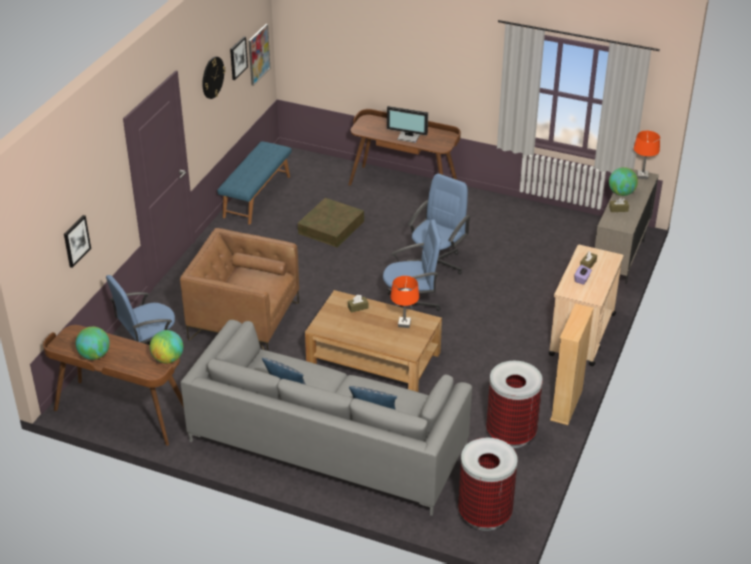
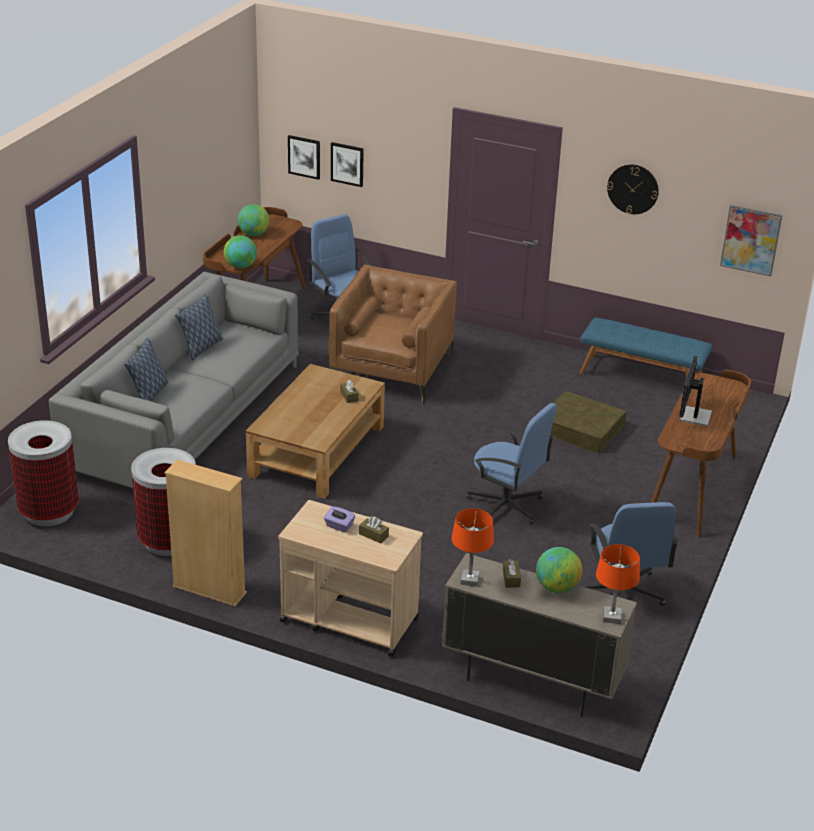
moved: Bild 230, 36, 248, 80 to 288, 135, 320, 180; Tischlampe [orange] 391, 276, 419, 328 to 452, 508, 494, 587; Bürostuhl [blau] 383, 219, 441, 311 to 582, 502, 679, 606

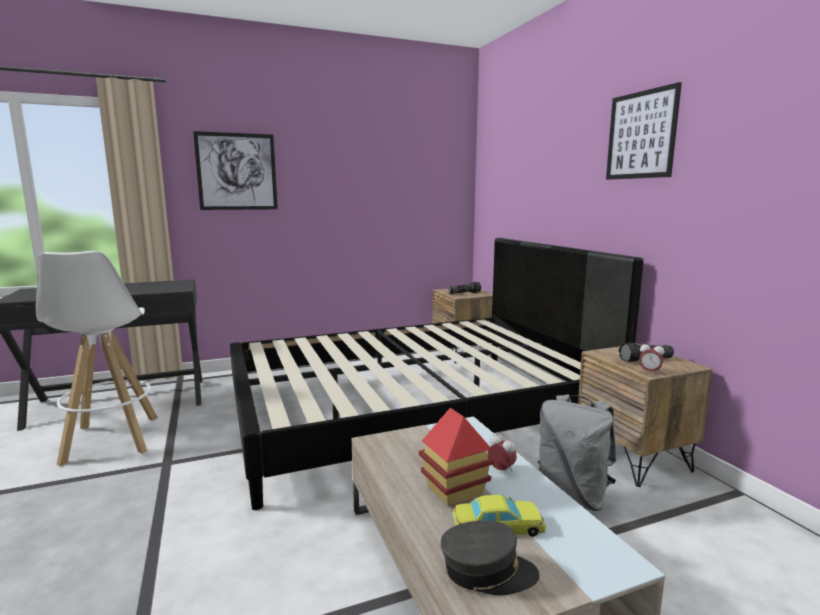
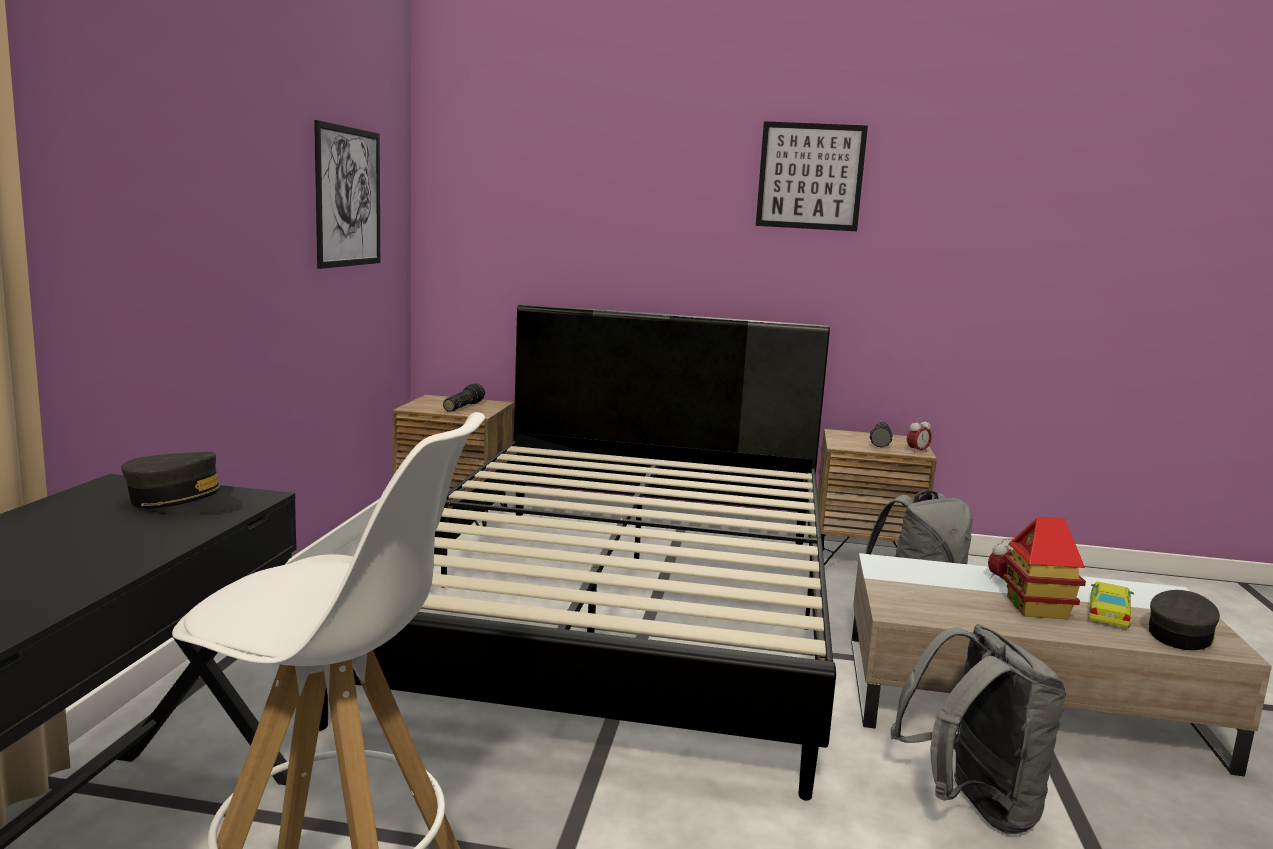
added: Kappe [grau] 121, 452, 243, 514; Rucksack [grau] 890, 624, 1066, 834
moved: Bild 193, 131, 278, 210 to 314, 120, 380, 269

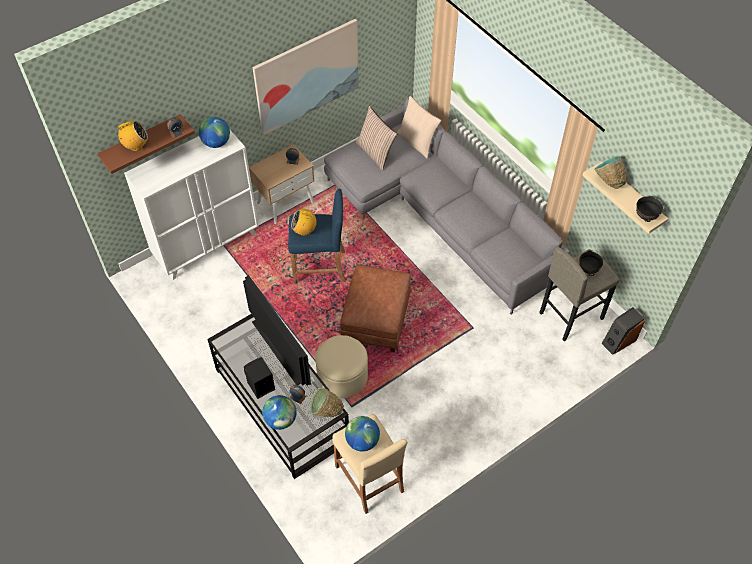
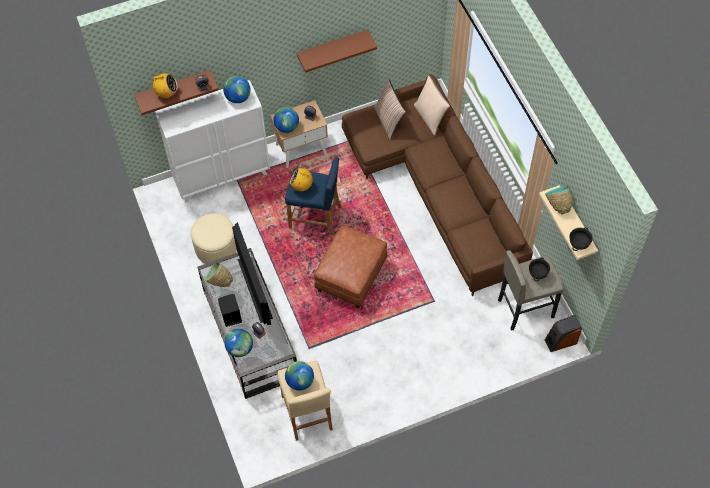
added: Globus 273, 107, 299, 133
moved: Polsterhocker [beige] 315, 335, 368, 398 to 191, 213, 237, 264; Schüssel [grün] 310, 388, 344, 417 to 205, 262, 233, 287
replaced: Bild 252, 19, 359, 135 to Wandregal [braun] 297, 30, 377, 73
recoloured: Sofa [grau] 324, 97, 570, 314 to Sofa [braun] 342, 74, 533, 296

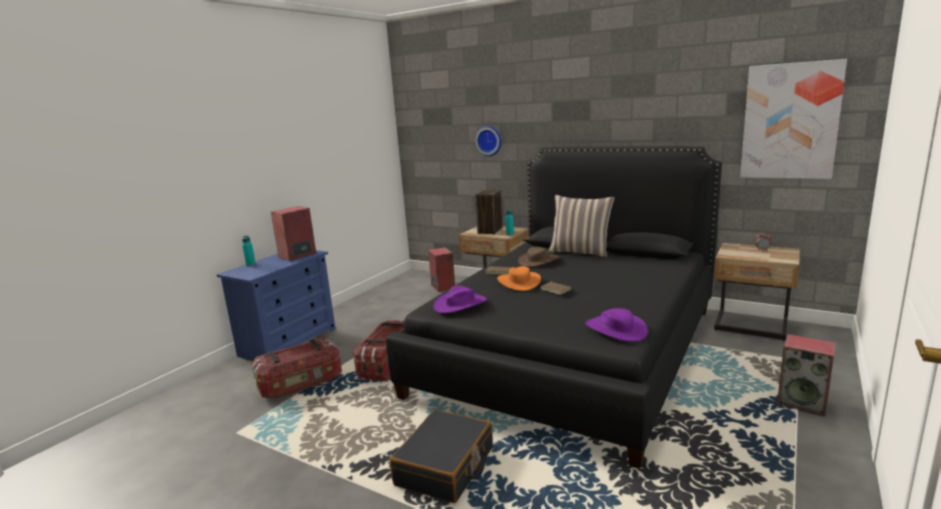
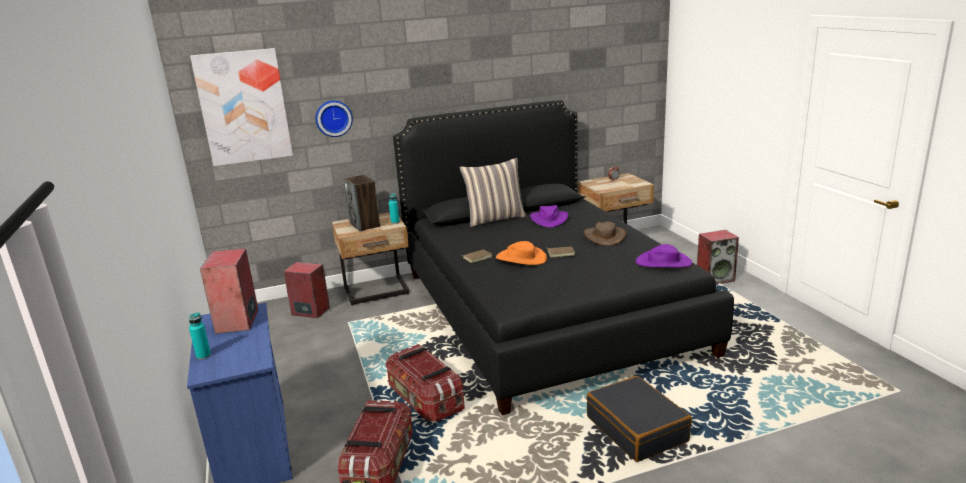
moved: Bild 740, 59, 847, 179 to 190, 48, 293, 166; Hut [lila] 433, 285, 487, 313 to 530, 205, 568, 227; Hut [braun] 518, 247, 560, 267 to 584, 222, 626, 246

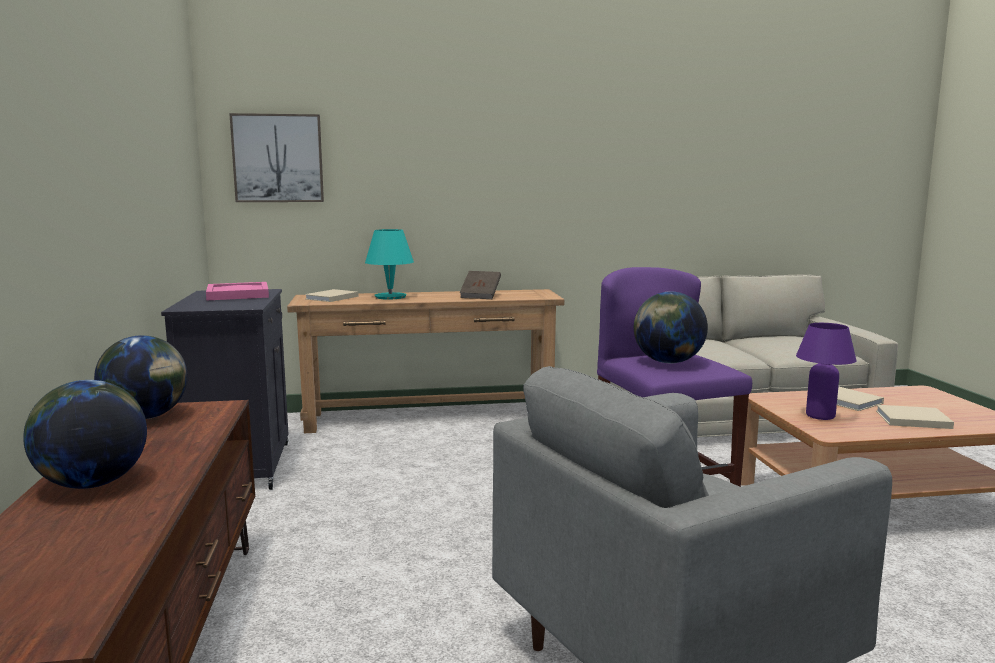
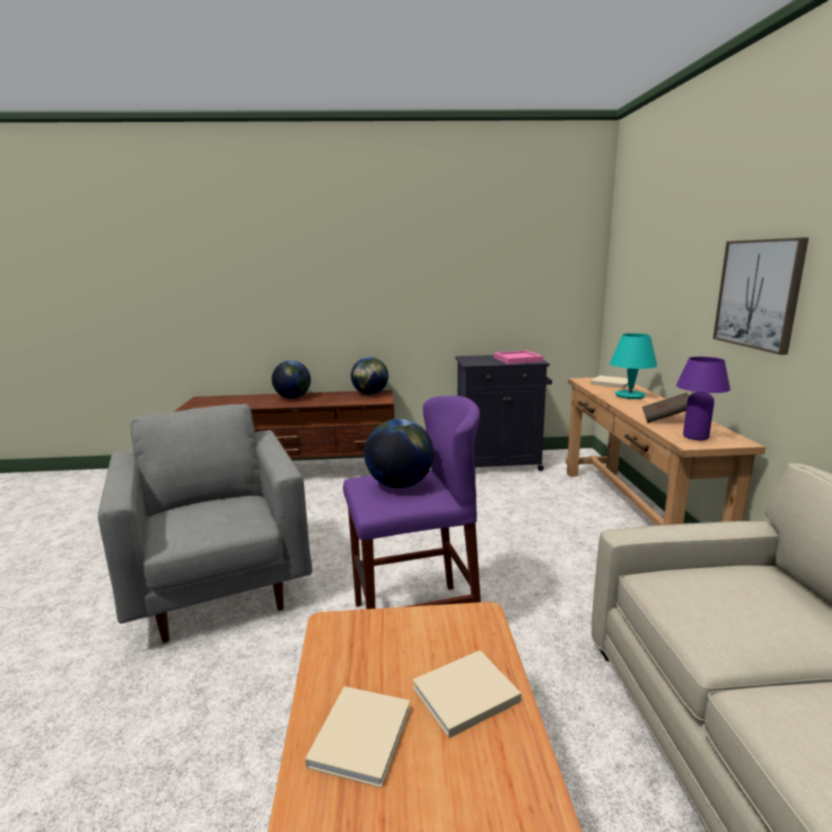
moved: Tischlampe [lila] 796, 323, 857, 420 to 676, 357, 730, 440; Bild 229, 113, 324, 202 to 713, 237, 809, 355

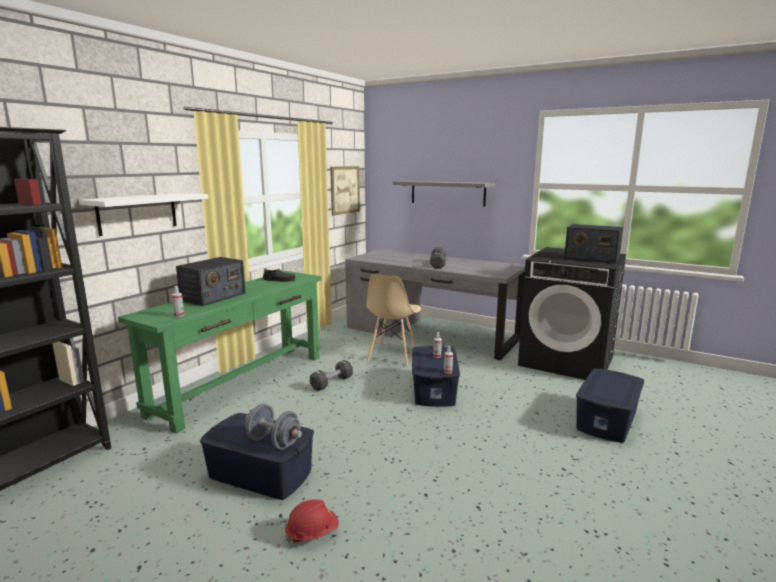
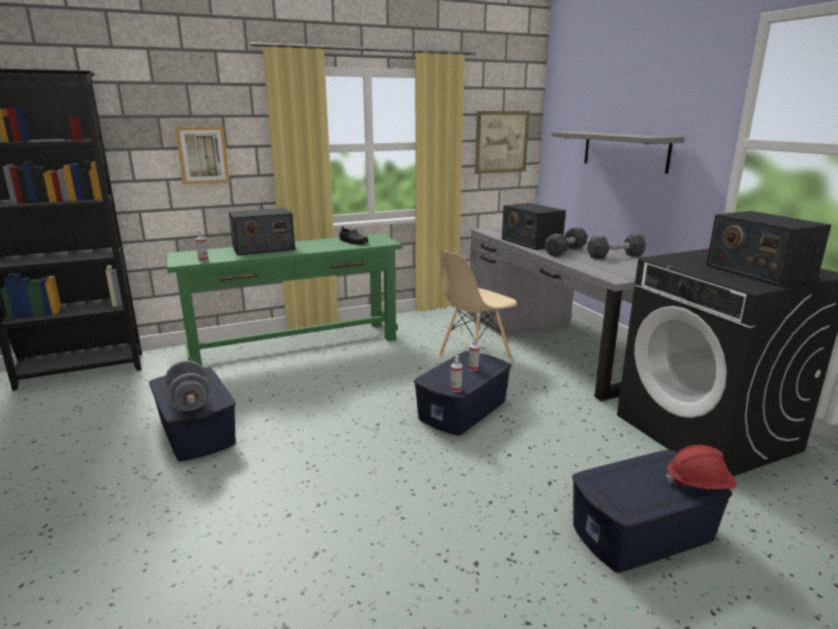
added: Radio 502, 203, 566, 250
moved: Hantel [schwarz] 310, 360, 353, 391 to 587, 234, 646, 259; Schutzhelm [rot] 285, 500, 339, 543 to 666, 445, 737, 489
replaced: Wandregal [weiß] 79, 193, 208, 236 to Bild 175, 126, 230, 184

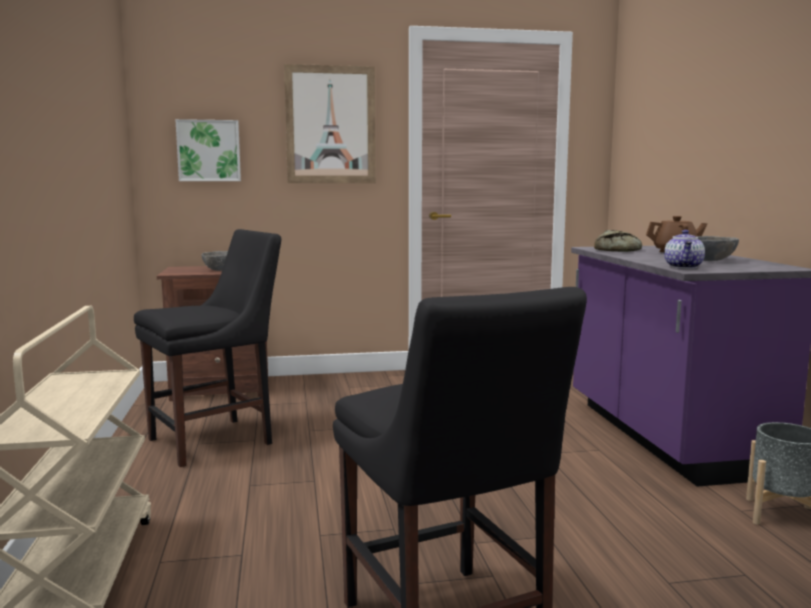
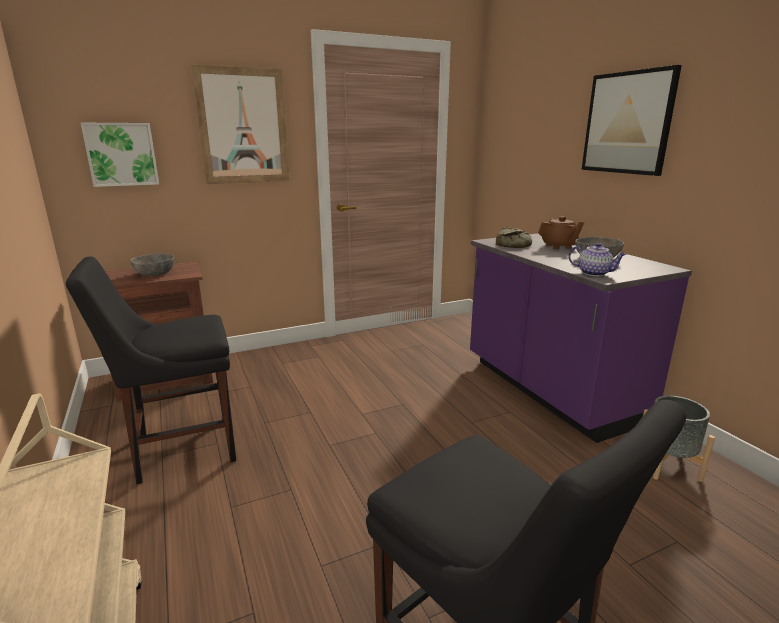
added: Bild 582, 65, 682, 176
turned: Stuhl [schwarz] 134, 229, 281, 467 = 66, 257, 237, 484 150 degrees counterclockwise; Teekanne 664, 230, 705, 269 = 569, 243, 627, 276 60 degrees counterclockwise

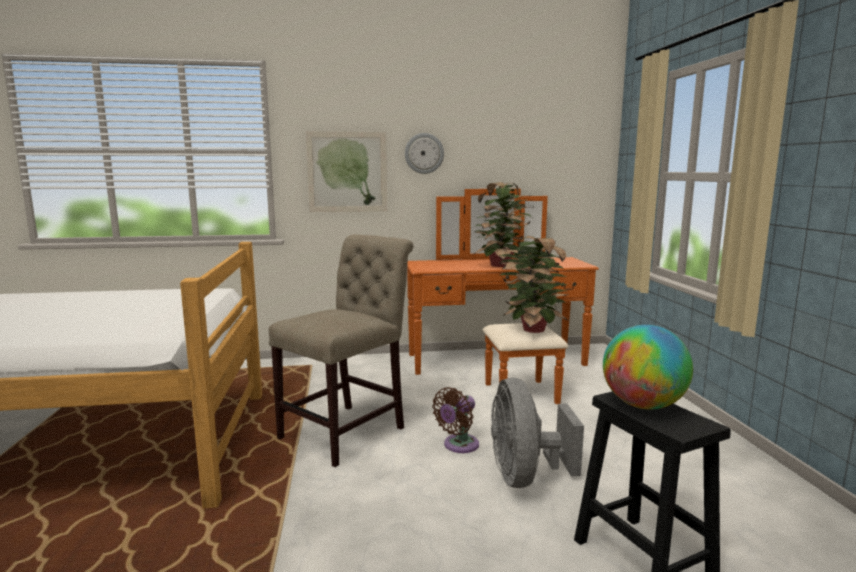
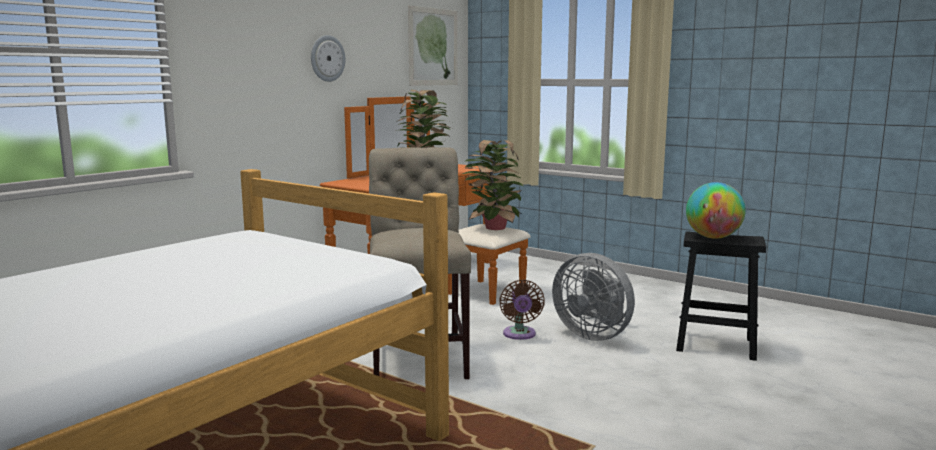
moved: Bild 306, 131, 387, 212 to 408, 5, 458, 86

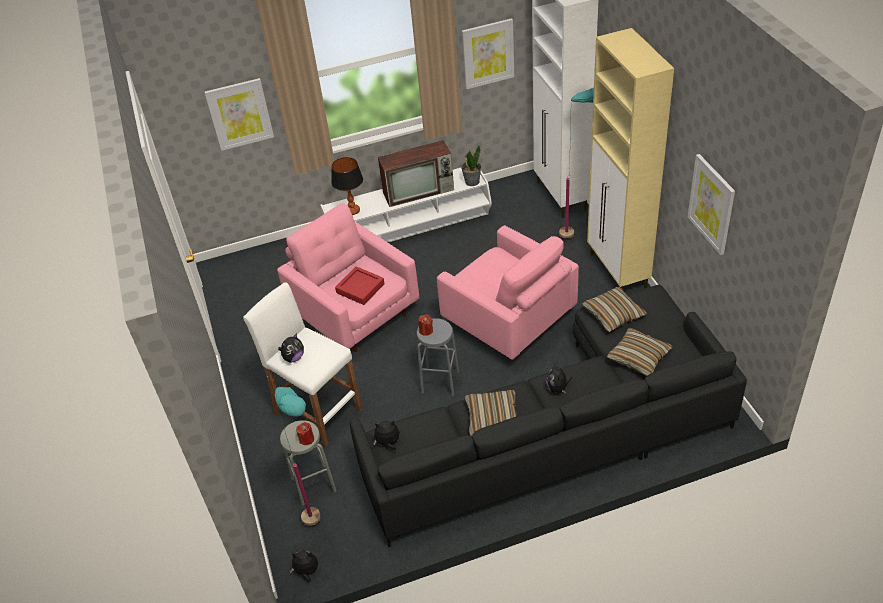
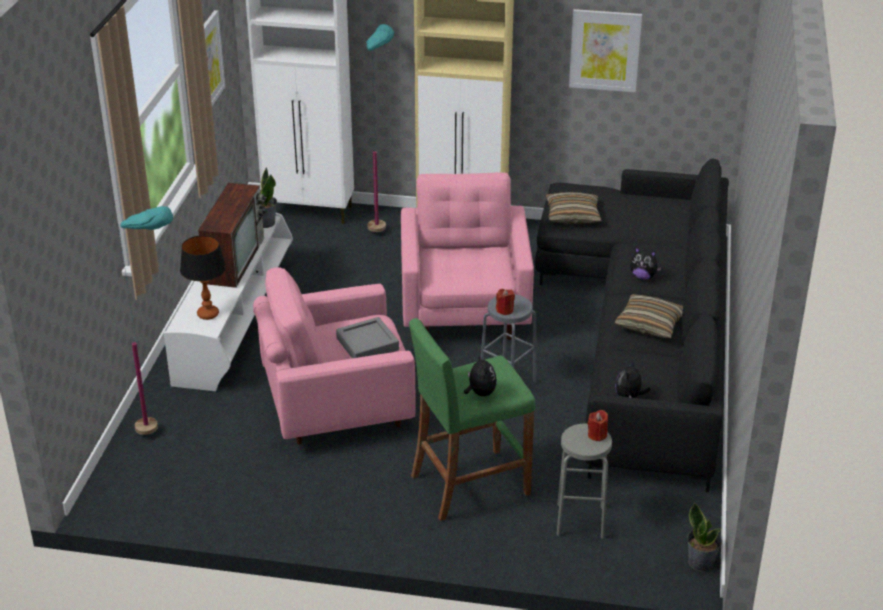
removed: Bild 204, 78, 274, 151; Kissen 607, 328, 673, 376
moved: Stehlampe [türkis] 271, 387, 321, 526 to 118, 206, 173, 435
replaced: Plüschtier 289, 550, 318, 582 to Topfpflanze 687, 503, 722, 572
recoloured: Tablett [rot] 335, 267, 385, 305 to Tablett [grau] 336, 317, 399, 358; Hocker [weiß] 243, 283, 362, 447 to Hocker [grün] 409, 318, 536, 521
turned: Sessel [rosa] 437, 225, 579, 360 = 401, 173, 534, 339 75 degrees counterclockwise

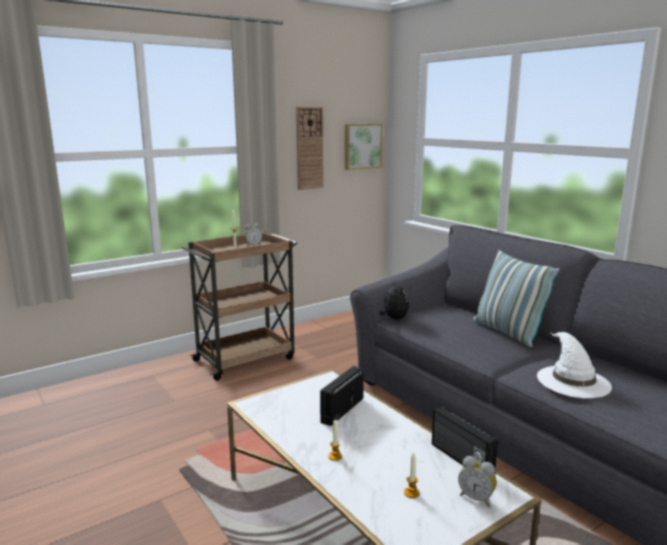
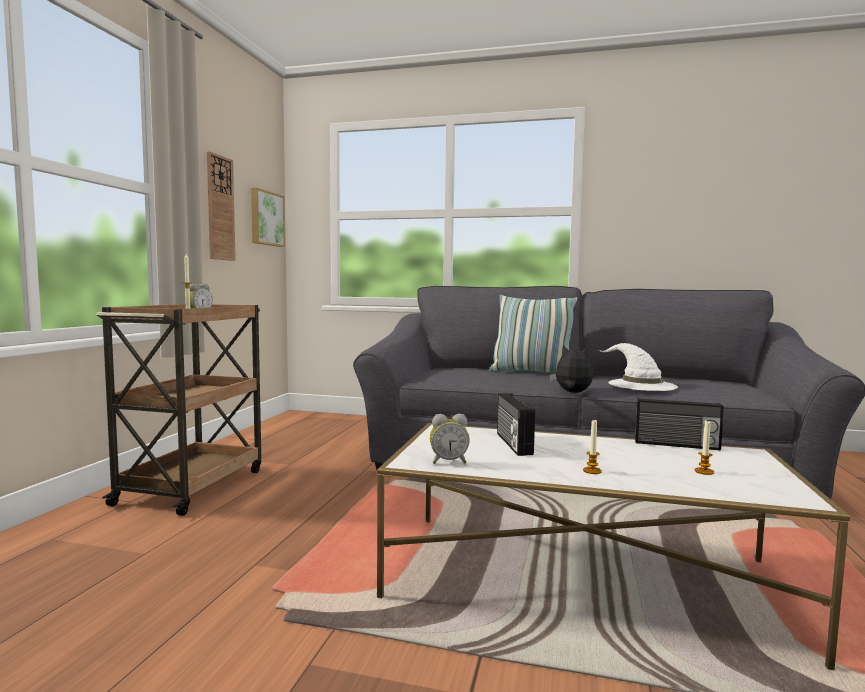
moved: Wecker 458, 456, 497, 507 to 430, 414, 470, 464; Plüschtier 380, 280, 409, 320 to 550, 345, 593, 393

